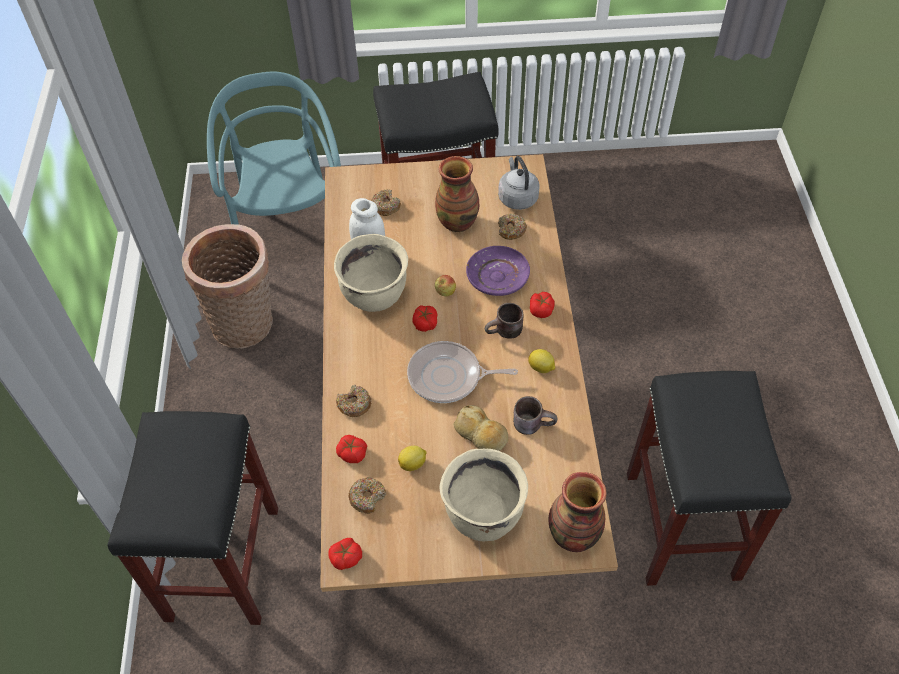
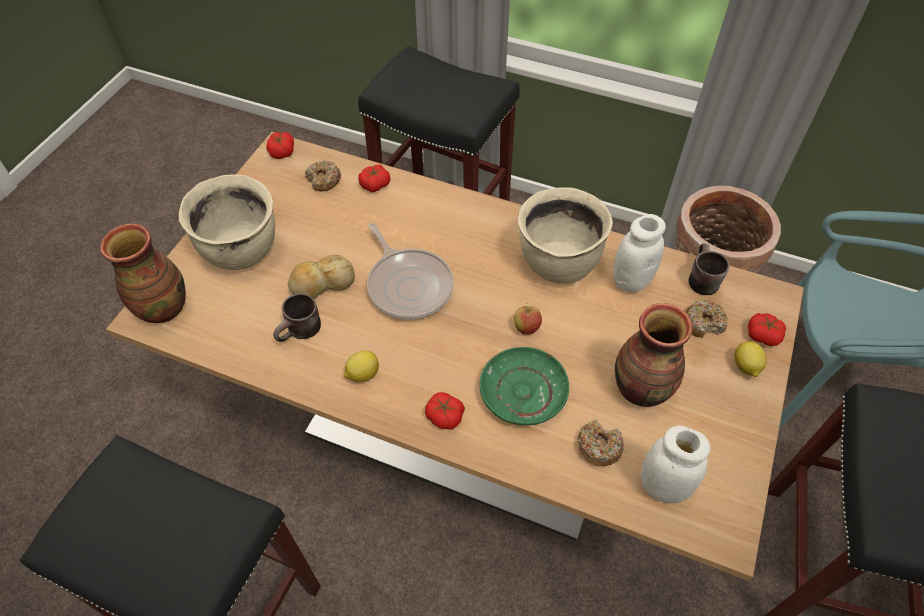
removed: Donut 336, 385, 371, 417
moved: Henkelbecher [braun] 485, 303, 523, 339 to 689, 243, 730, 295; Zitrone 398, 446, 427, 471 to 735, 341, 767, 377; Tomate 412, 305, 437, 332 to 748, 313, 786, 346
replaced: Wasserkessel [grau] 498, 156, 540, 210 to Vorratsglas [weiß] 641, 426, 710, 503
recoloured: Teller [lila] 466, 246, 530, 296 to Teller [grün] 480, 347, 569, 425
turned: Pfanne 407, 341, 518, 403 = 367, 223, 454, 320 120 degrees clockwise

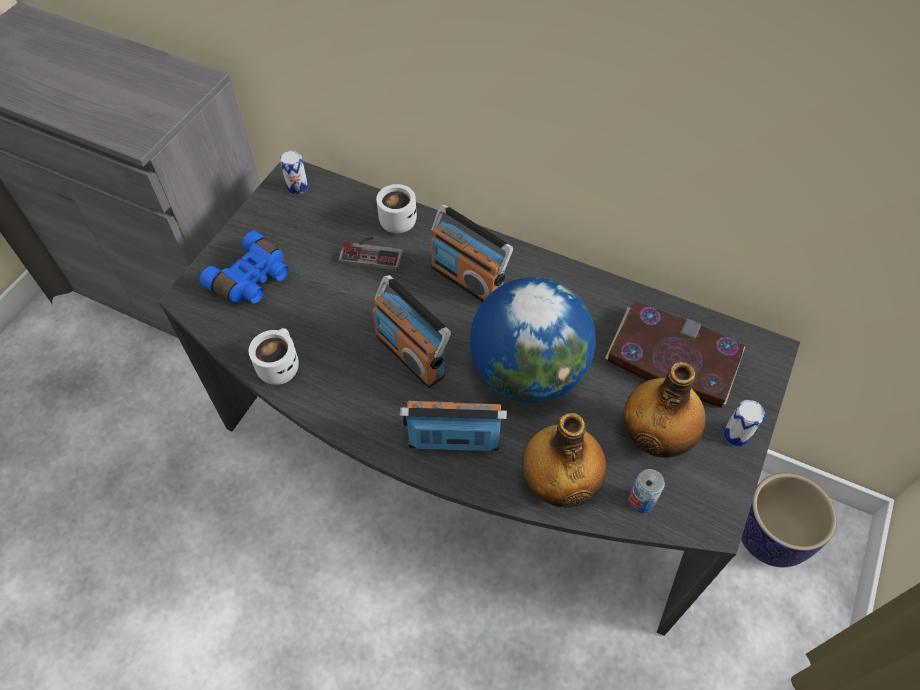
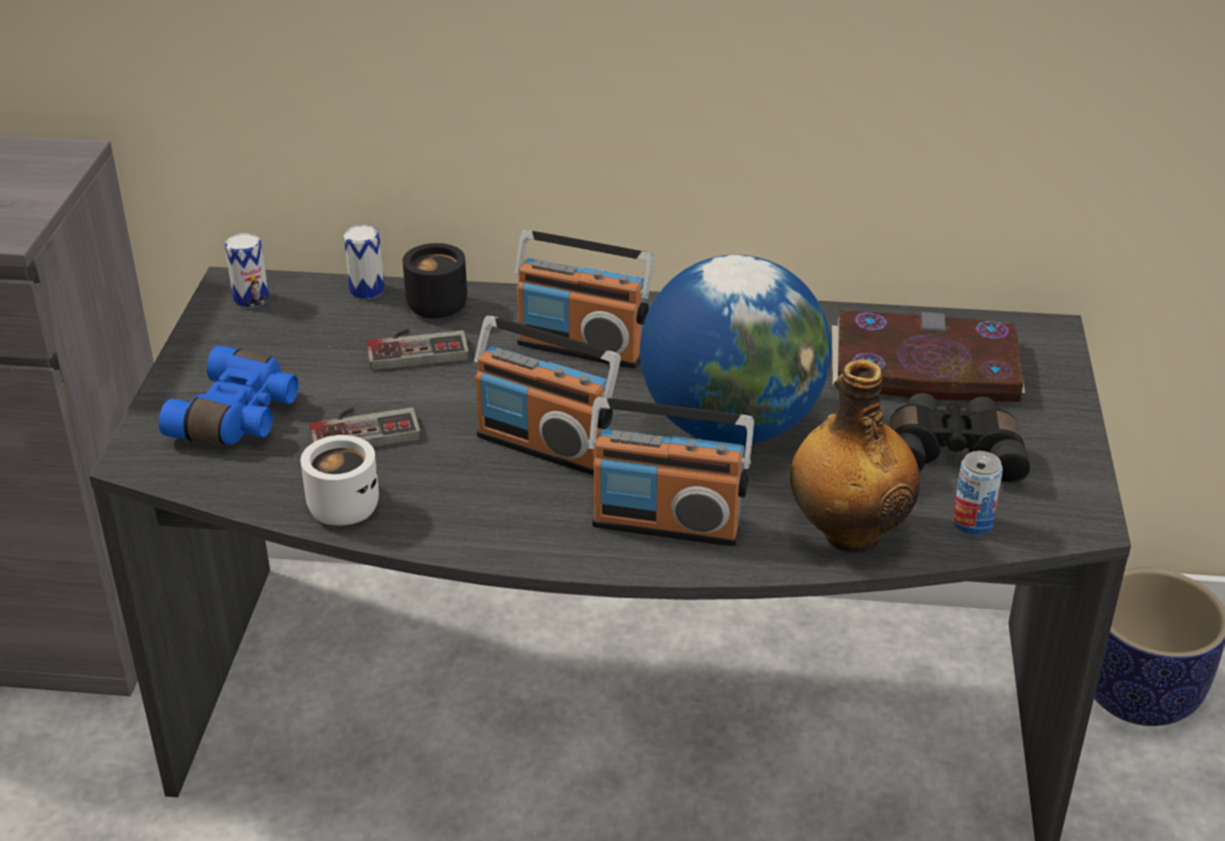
added: Gamepad 310, 407, 421, 447
moved: Dose 724, 400, 765, 446 to 344, 225, 385, 299
replaced: Flasche 623, 362, 706, 458 to Fernglas [schwarz] 889, 393, 1030, 484
recoloured: Henkelbecher [weiß] 376, 184, 417, 233 to Henkelbecher [schwarz] 403, 243, 467, 318
turned: Radio 400, 401, 507, 451 = 588, 397, 754, 546 150 degrees counterclockwise

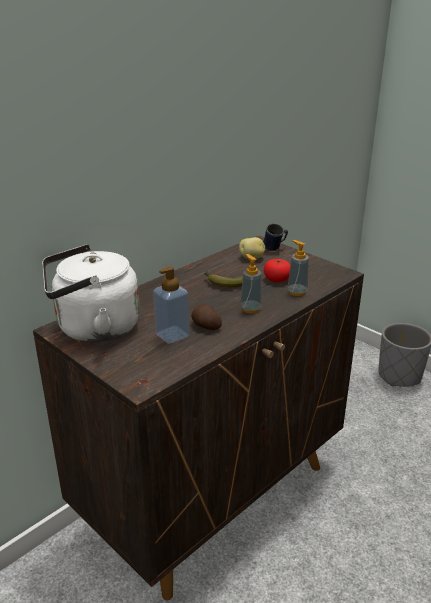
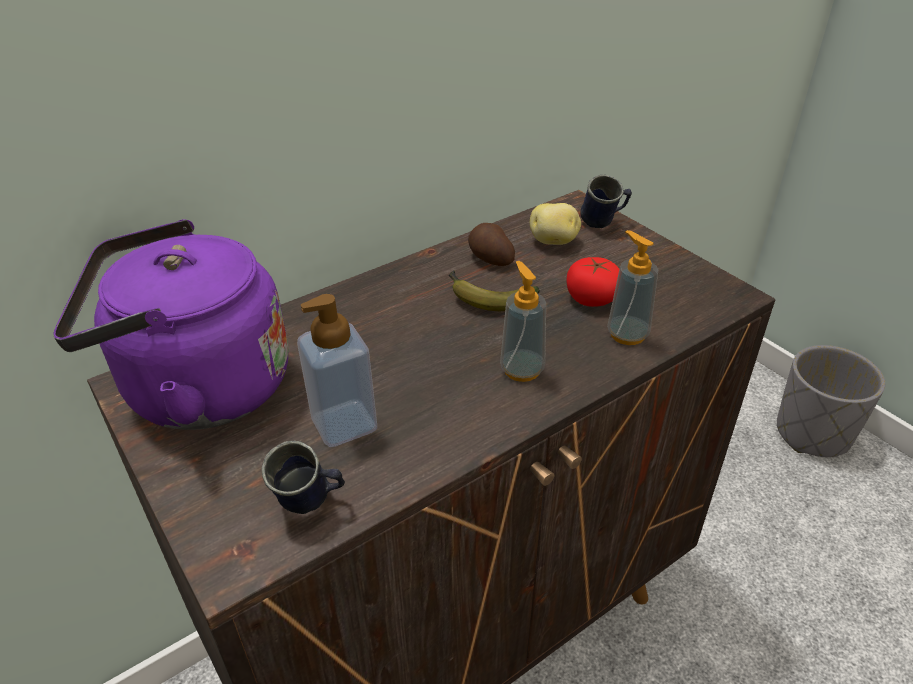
added: Henkelbecher [blau] 261, 441, 345, 514
moved: Kartoffel 191, 304, 222, 330 to 468, 223, 515, 266
recoloured: Wasserkessel [weiß] 42, 244, 140, 343 to Wasserkessel [lila] 53, 219, 289, 430

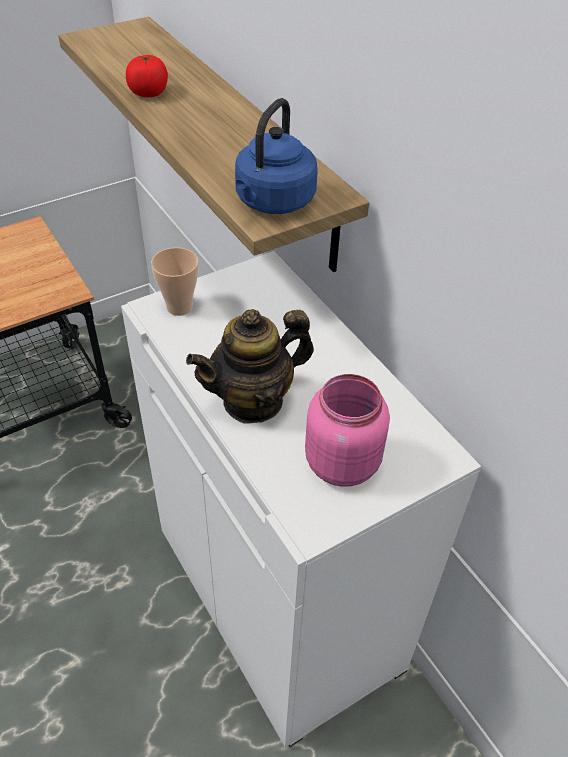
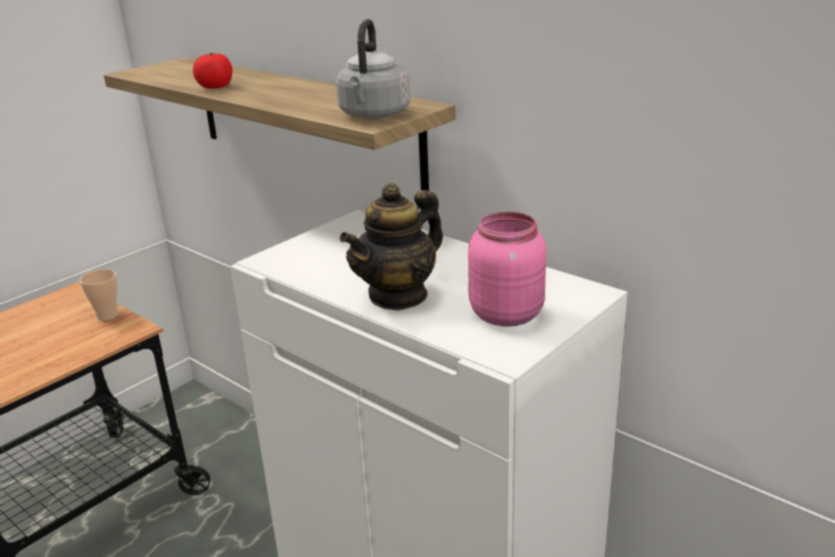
moved: Tasse 151, 247, 199, 316 to 79, 269, 118, 321
recoloured: Wasserkessel [blau] 235, 98, 318, 214 to Wasserkessel [grau] 336, 19, 411, 119

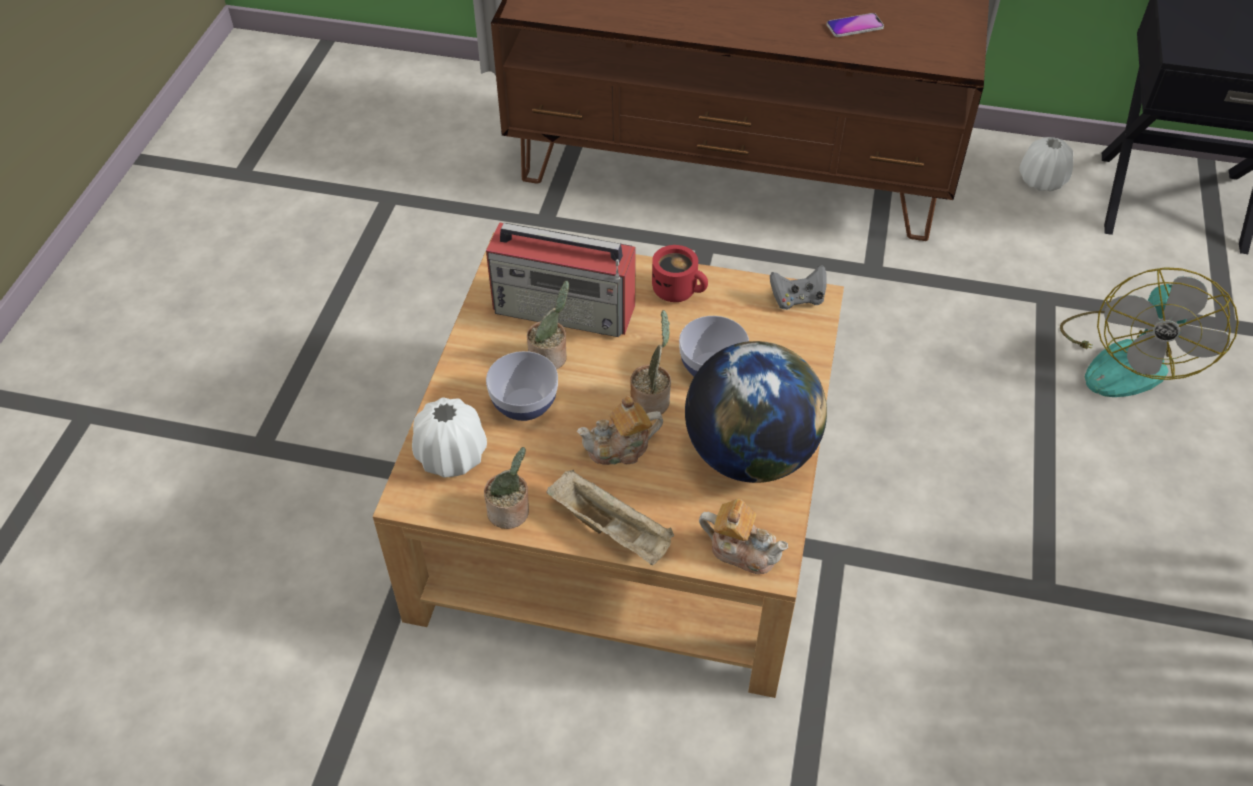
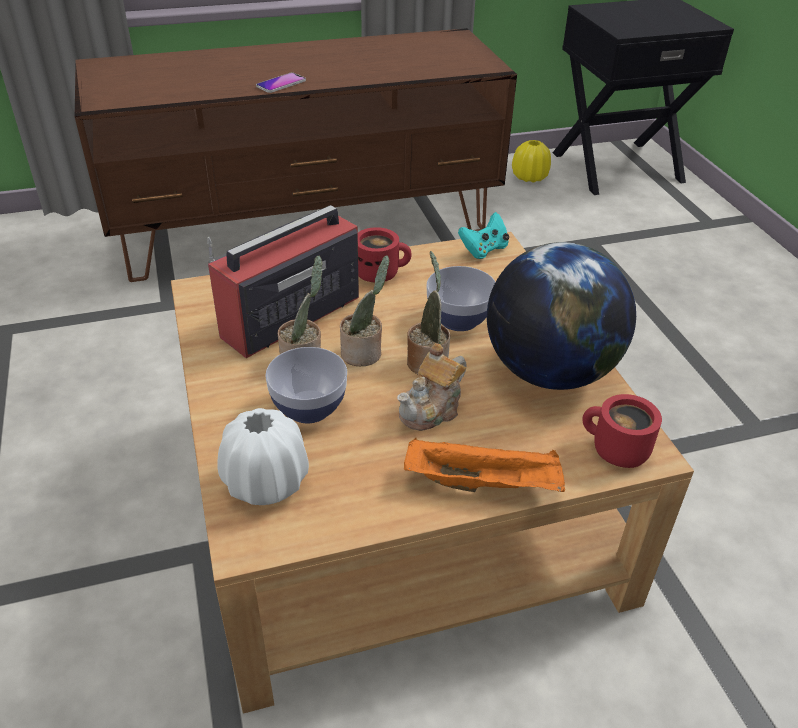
removed: Ventilator 1060, 267, 1239, 397
moved: Handy 826, 13, 884, 37 to 256, 73, 306, 93; Topfpflanze 484, 447, 529, 529 to 340, 256, 389, 366
replaced: Teekanne 699, 499, 789, 574 to Henkelbecher [rot] 582, 394, 662, 468
recoloured: Tablett [beige] 546, 470, 674, 565 to Tablett [orange] 404, 437, 565, 492; Gamepad [grau] 770, 265, 826, 310 to Gamepad [türkis] 458, 212, 509, 259; Vase [weiß] 1019, 137, 1073, 192 to Vase [gelb] 512, 140, 551, 183
turned: Radio 486, 222, 636, 337 = 207, 205, 359, 358 150 degrees clockwise

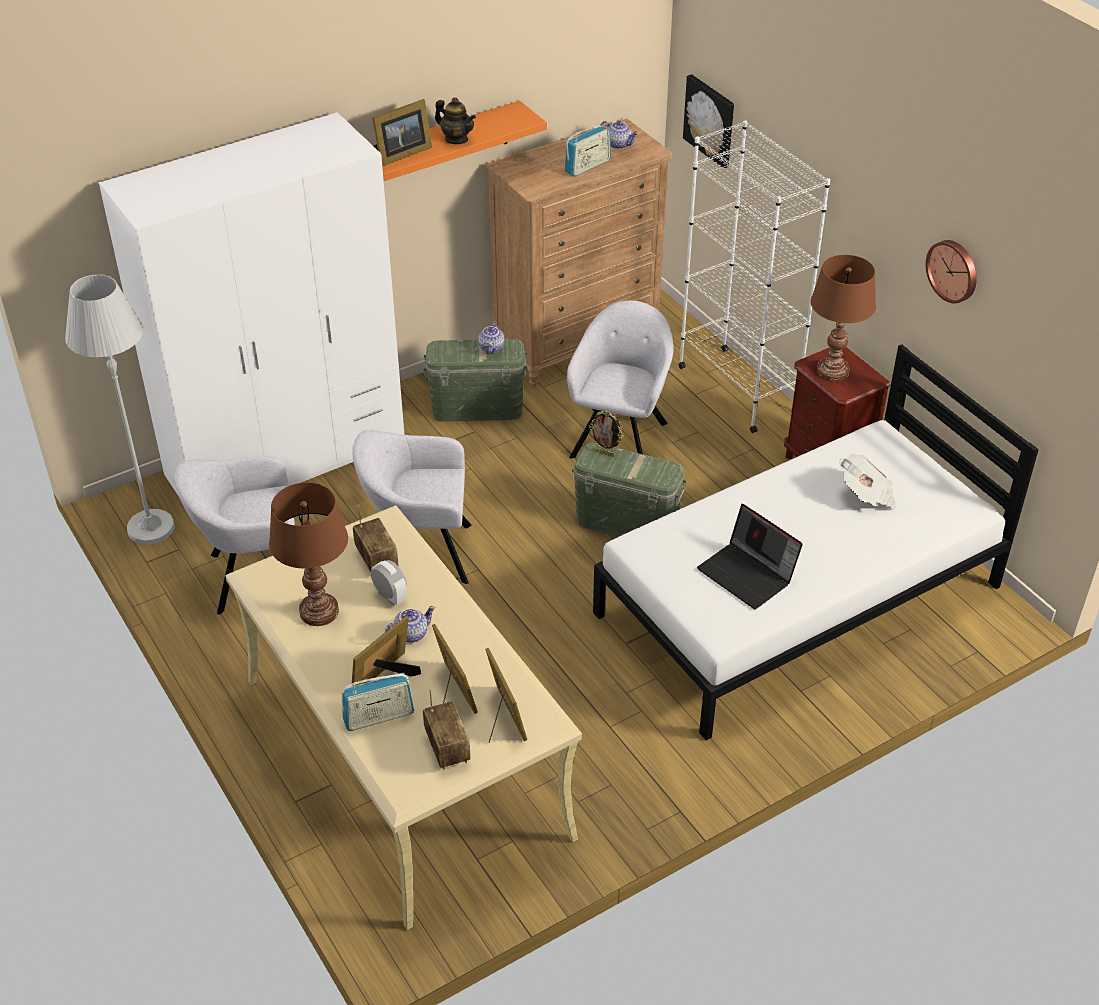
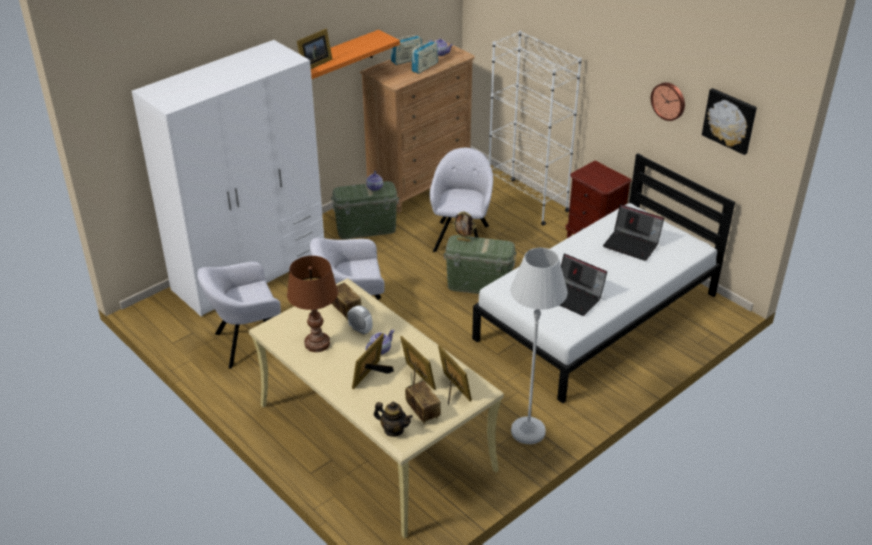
removed: Tischlampe [braun] 811, 255, 876, 382
moved: Teekanne 435, 97, 476, 144 to 374, 402, 413, 437; Radio 341, 673, 414, 731 to 391, 36, 422, 65; Stehlampe [weiß] 65, 274, 175, 545 to 510, 248, 568, 444; Bild 683, 74, 734, 169 to 702, 88, 757, 155
replaced: Zeitung 839, 454, 896, 509 to Laptop 603, 204, 664, 261

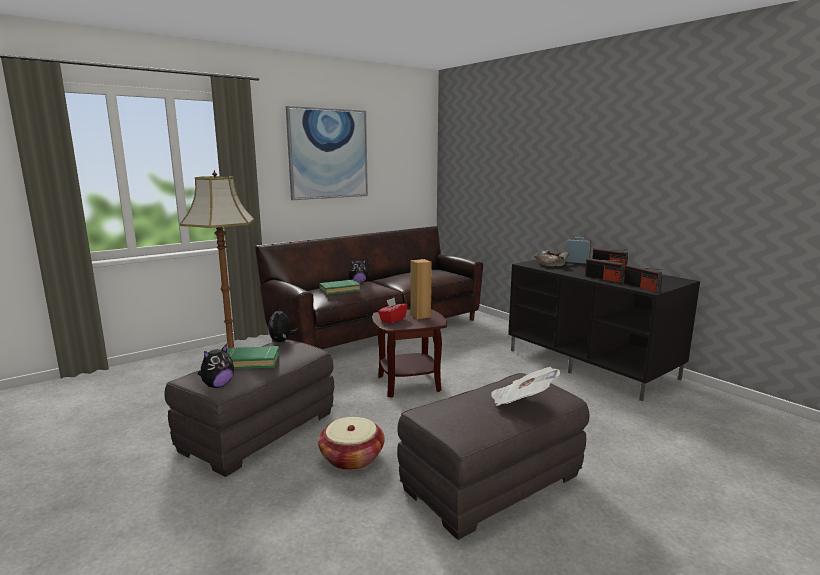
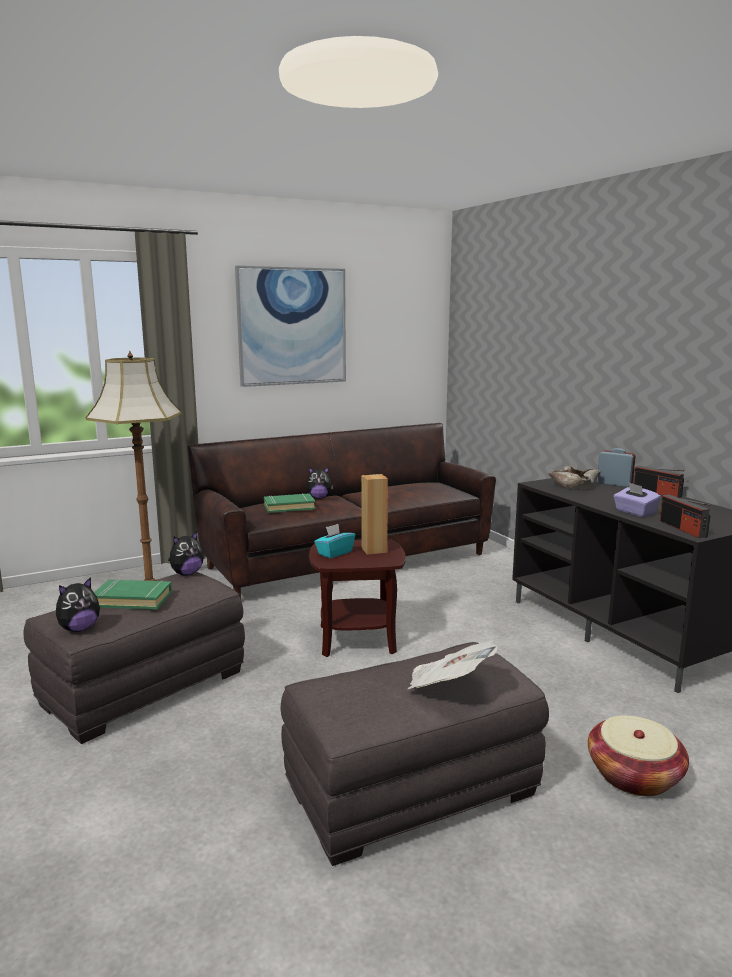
moved: Korb 318, 417, 384, 470 to 588, 715, 689, 796
replaced: Radio 585, 258, 624, 283 to Taschentuchbox [lila] 613, 482, 661, 517
recoloured: Taschentuchbox [rot] 378, 298, 408, 323 to Taschentuchbox [türkis] 314, 524, 355, 558
turned: Plüschtier 268, 307, 299, 342 = 168, 531, 204, 576 135 degrees counterclockwise

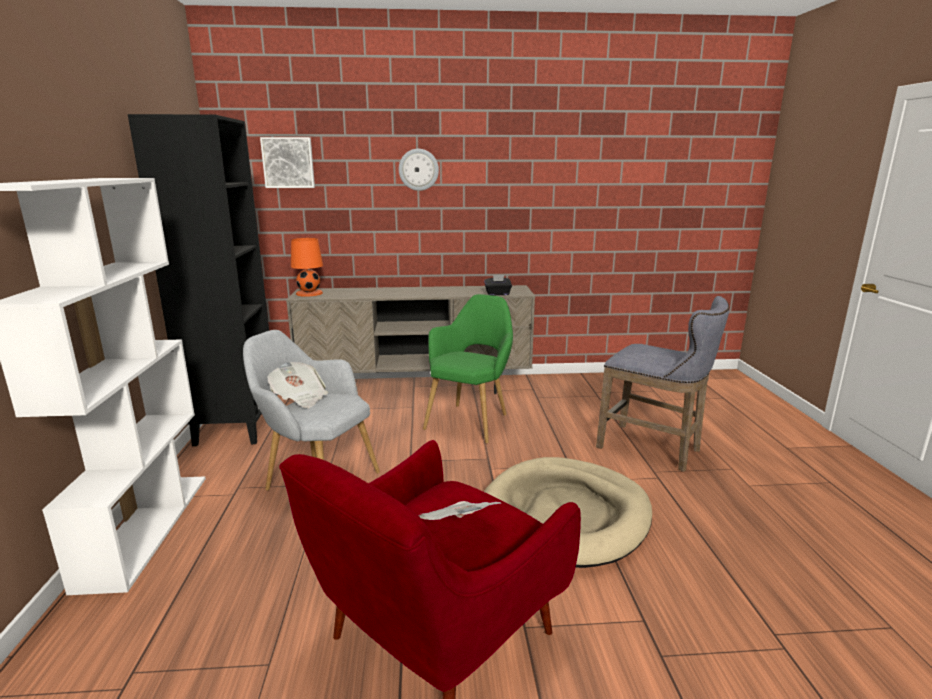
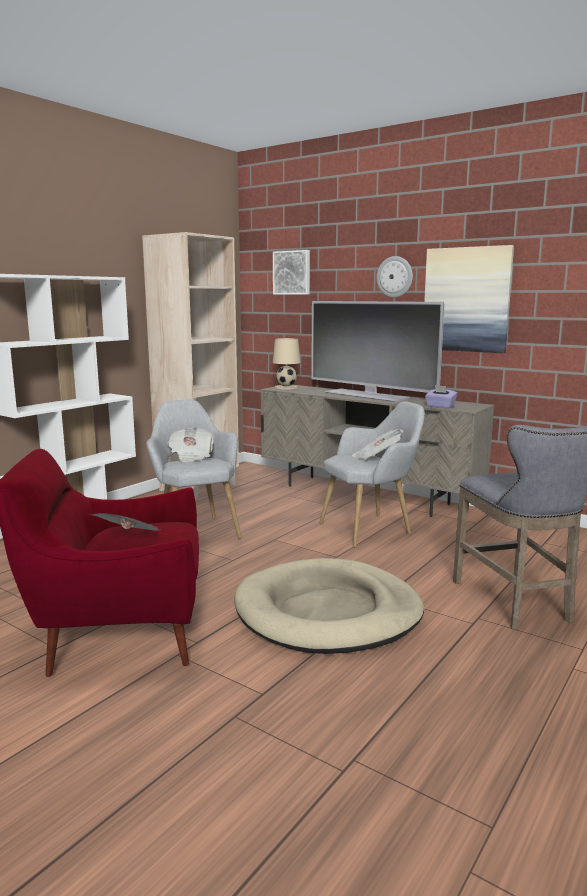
added: Fernseher 311, 301, 445, 402; Zeitung 352, 429, 403, 459; Bild 424, 245, 514, 353
recoloured: Bücherregal [schwarz] 128, 114, 269, 446 to Bücherregal [beige] 142, 232, 239, 499; Tischlampe [orange] 291, 238, 323, 297 to Tischlampe [beige] 273, 338, 301, 389; Sessel [grün] 423, 294, 513, 444 to Sessel [grau] 319, 401, 425, 547; Taschentuchbox [schwarz] 484, 275, 512, 296 to Taschentuchbox [lila] 425, 385, 457, 408

